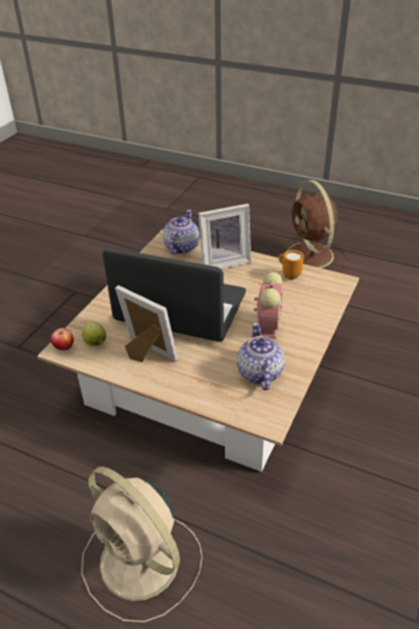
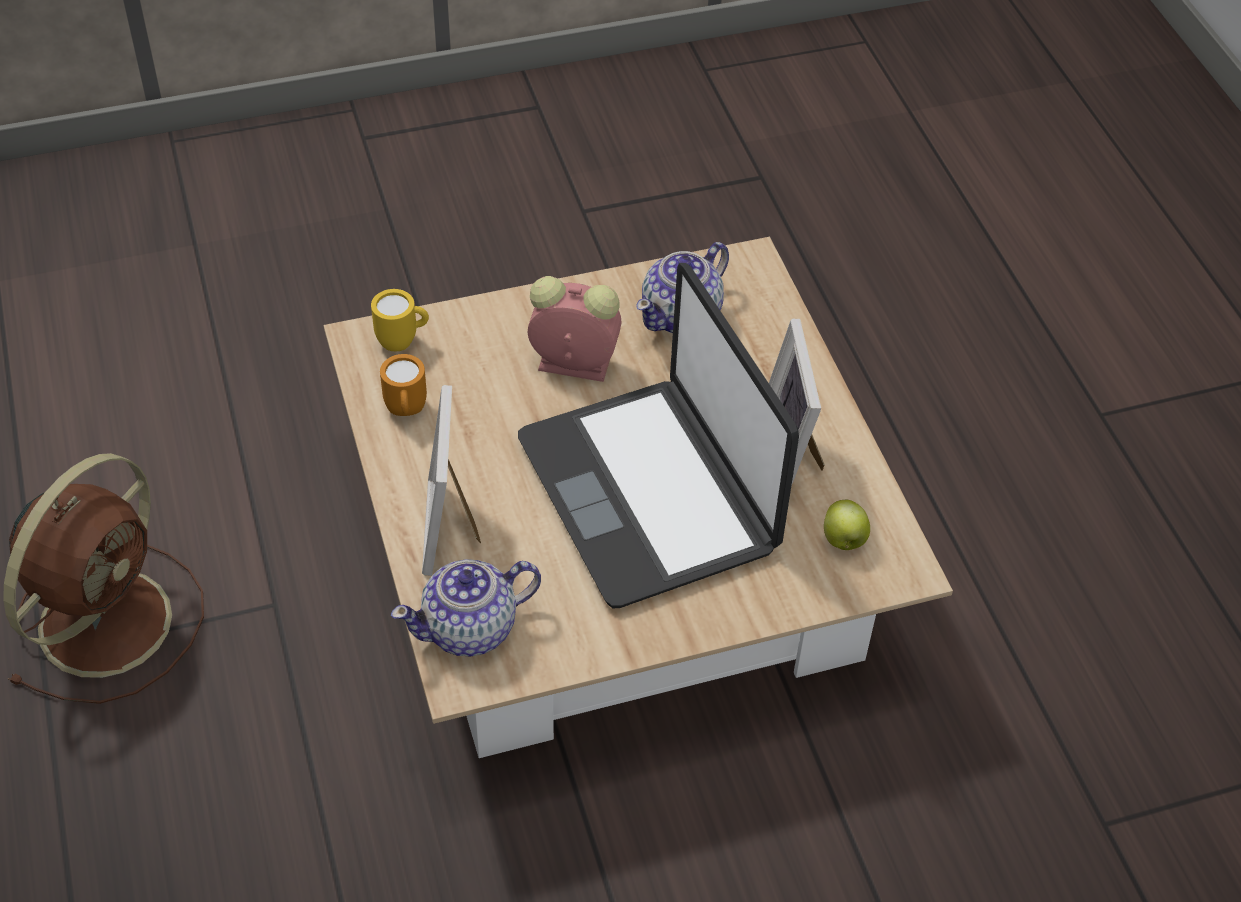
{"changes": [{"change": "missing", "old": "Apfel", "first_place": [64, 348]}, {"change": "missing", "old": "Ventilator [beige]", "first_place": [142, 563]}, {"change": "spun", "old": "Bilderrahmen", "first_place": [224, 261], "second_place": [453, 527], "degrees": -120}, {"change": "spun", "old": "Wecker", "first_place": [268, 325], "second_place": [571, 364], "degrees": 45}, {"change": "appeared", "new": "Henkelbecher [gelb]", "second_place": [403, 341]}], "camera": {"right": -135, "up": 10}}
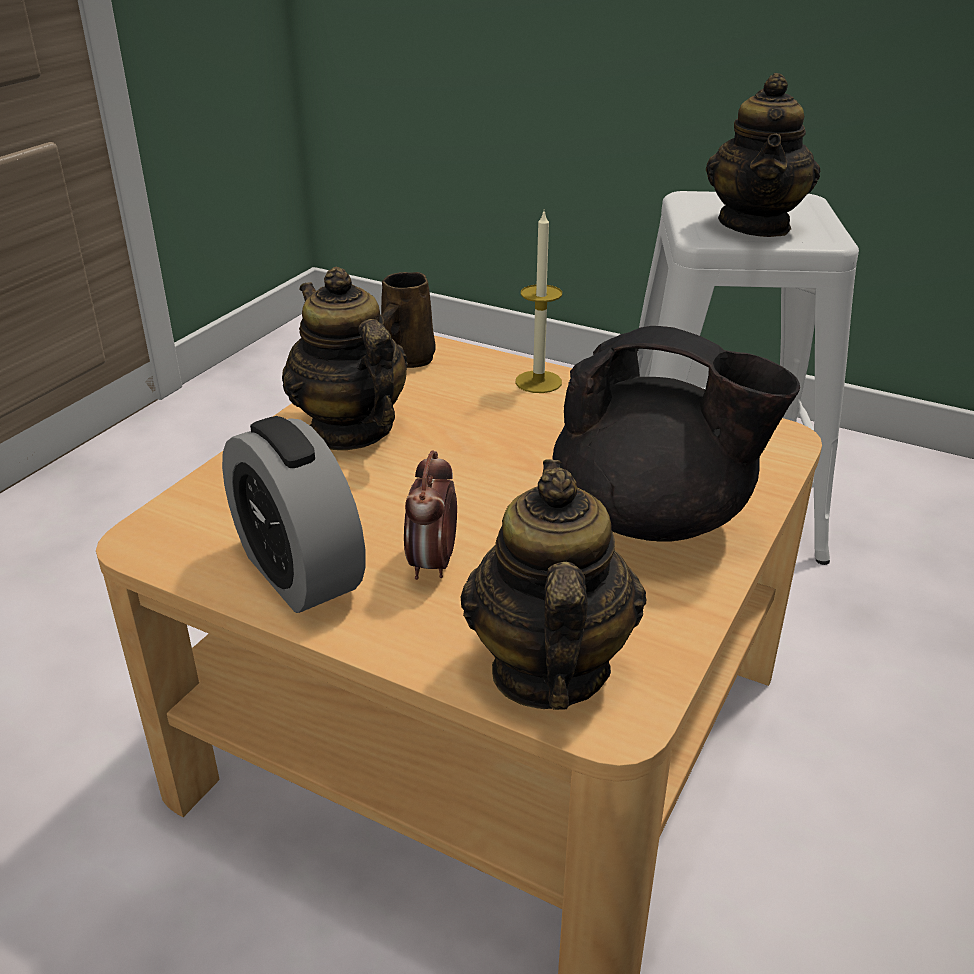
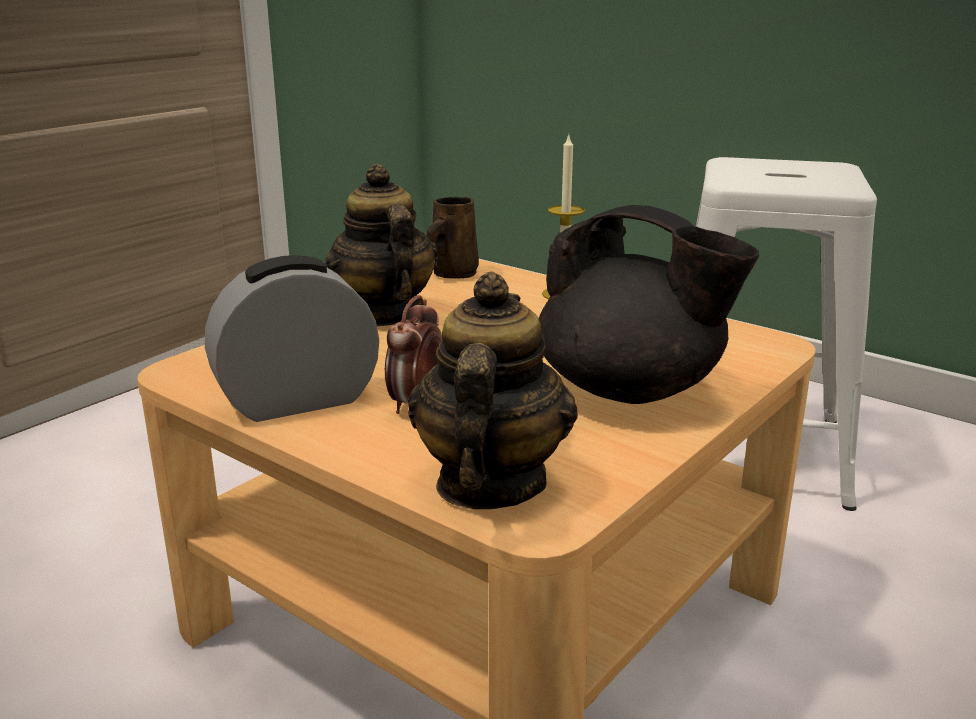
{"changes": [{"change": "spun", "old": "Wecker", "first_place": [299, 572], "second_place": [298, 401], "degrees": 90}, {"change": "missing", "old": "Teekanne", "first_place": [755, 225]}], "camera": {"right": 10, "up": -10}}
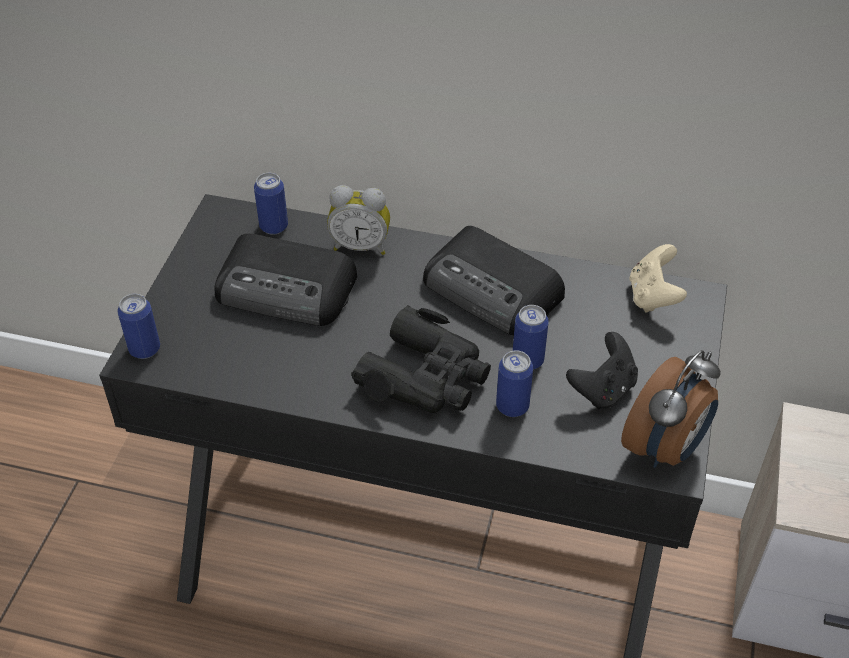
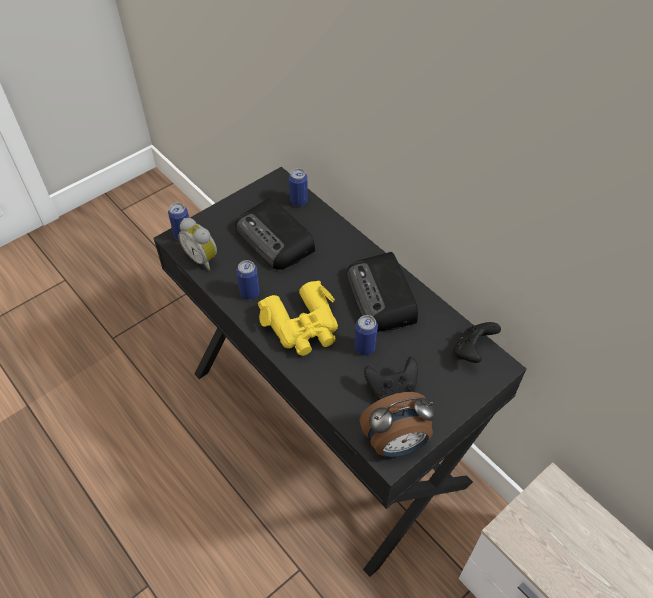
{"changes": [{"change": "relocated", "old": "Wecker", "first_place": [360, 245], "second_place": [203, 258]}, {"change": "colour", "old": "Fernglas [schwarz]", "new": "Fernglas [gelb]", "first_place": [426, 376], "second_place": [303, 326]}, {"change": "relocated", "old": "Dose", "first_place": [512, 406], "second_place": [250, 293]}, {"change": "colour", "old": "Gamepad [beige]", "new": "Gamepad [schwarz]", "first_place": [653, 296], "second_place": [472, 351]}], "camera": {"right": 35, "up": 5}}
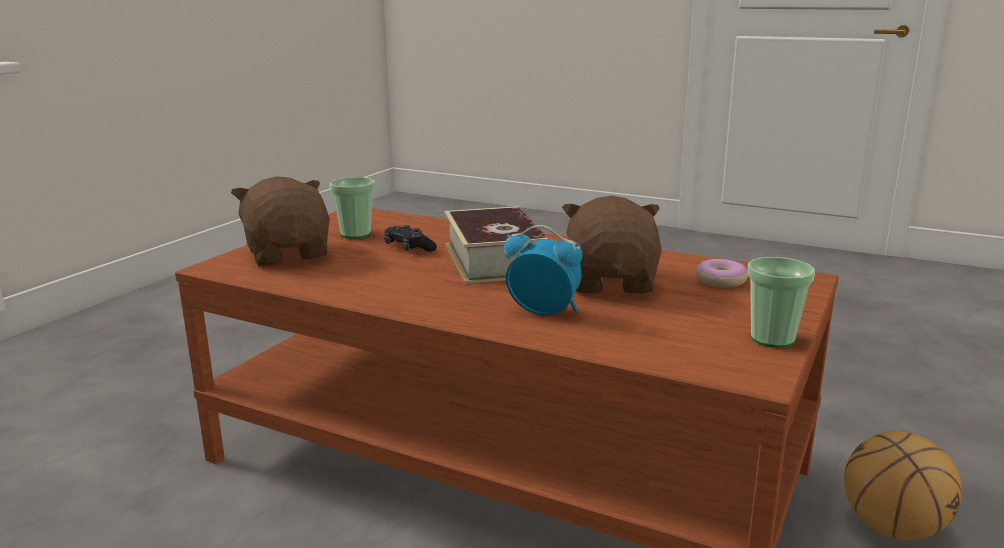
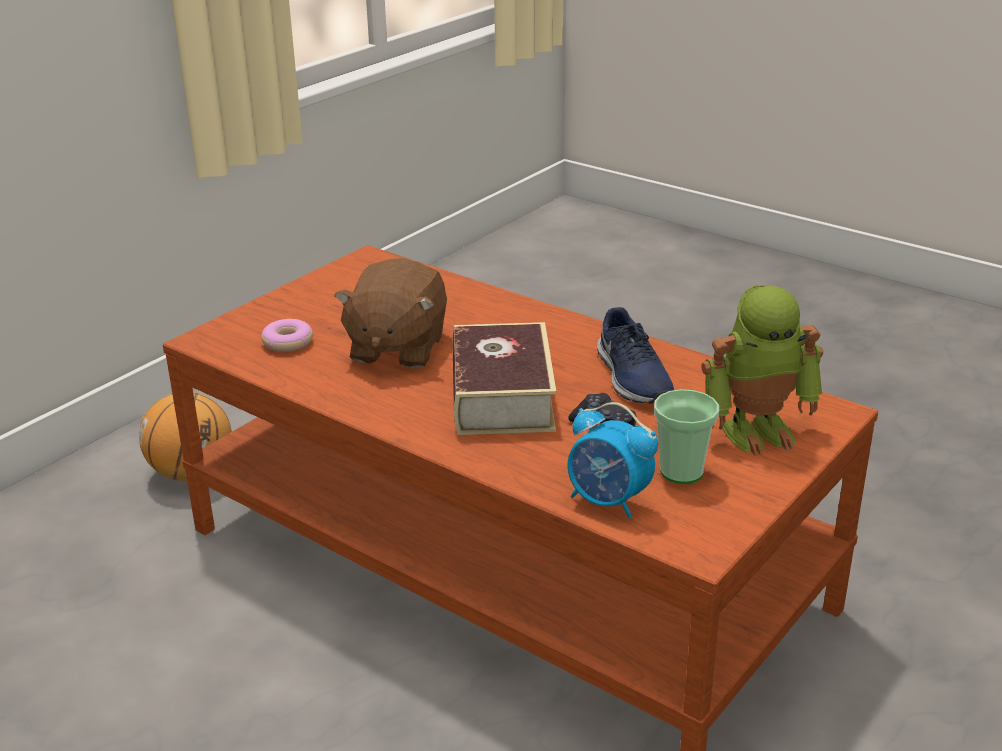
{"changes": [{"change": "exchanged", "old": "Plüschtier [braun]", "new": "Spielzeugroboter", "first_place": [288, 254], "second_place": [757, 430]}, {"change": "relocated", "old": "Wecker", "first_place": [544, 312], "second_place": [608, 501]}, {"change": "missing", "old": "Tasse", "first_place": [772, 339]}, {"change": "appeared", "new": "Schuh [blau]", "second_place": [632, 378]}], "camera": {"right": -170, "up": 10}}
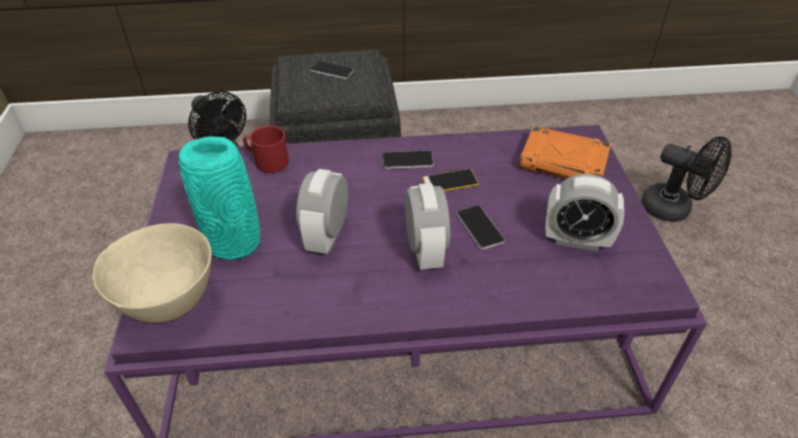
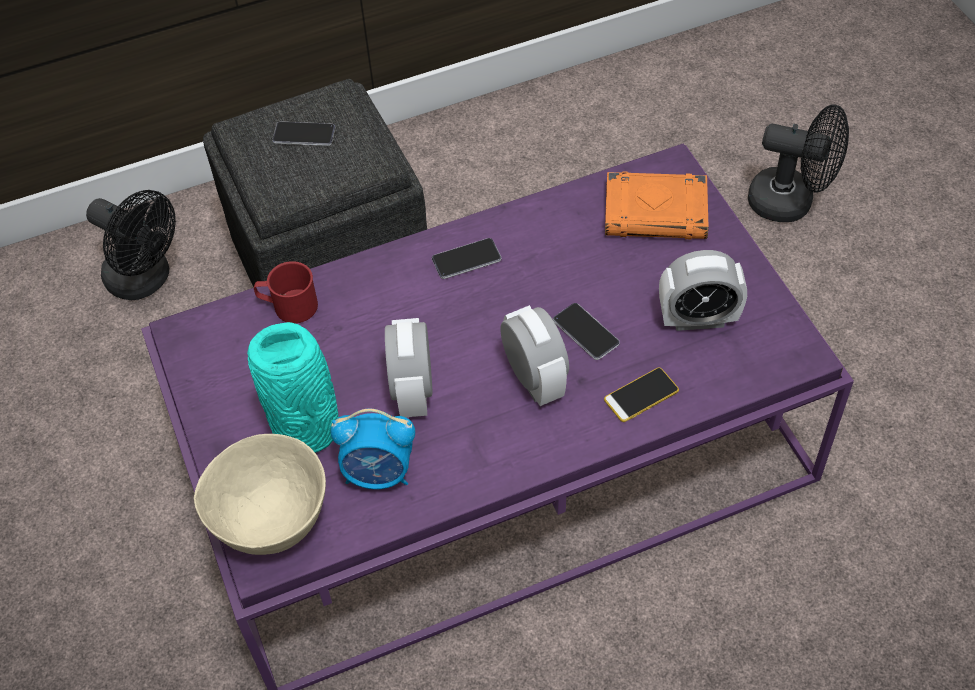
{"changes": [{"change": "relocated", "old": "Handy", "first_place": [450, 182], "second_place": [641, 395]}, {"change": "appeared", "new": "Wecker", "second_place": [379, 473]}], "camera": {"right": -15, "up": 10}}
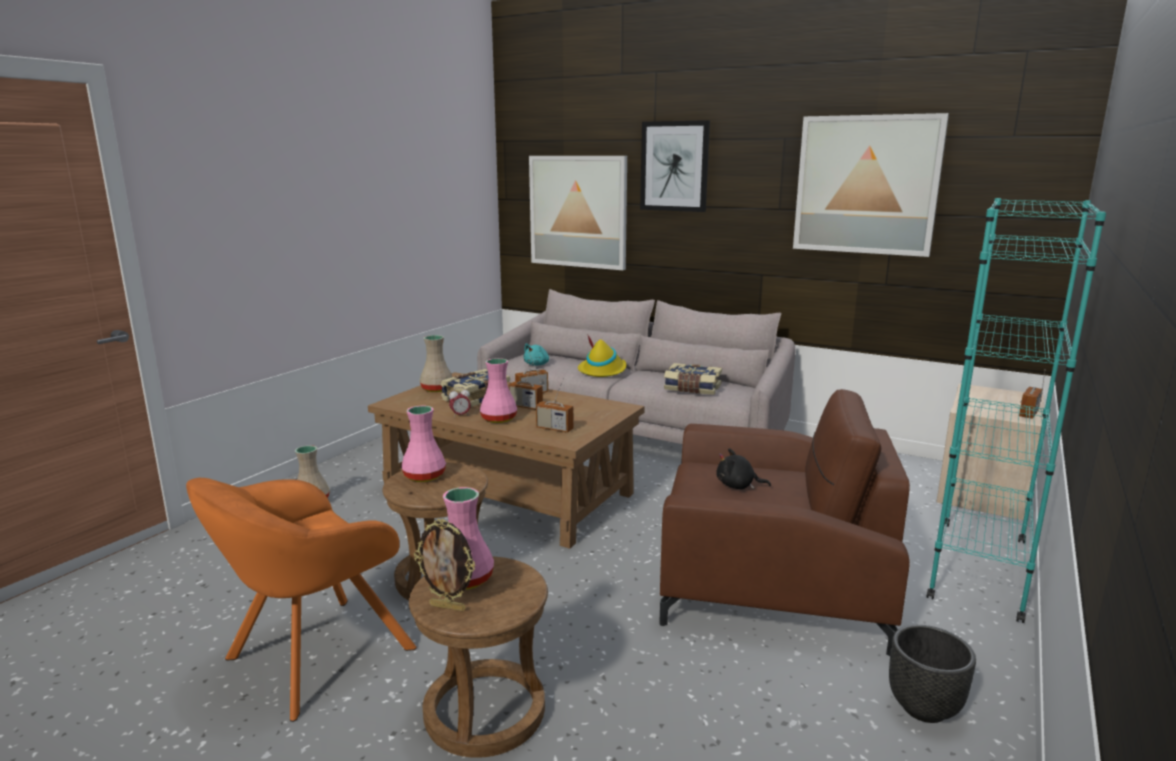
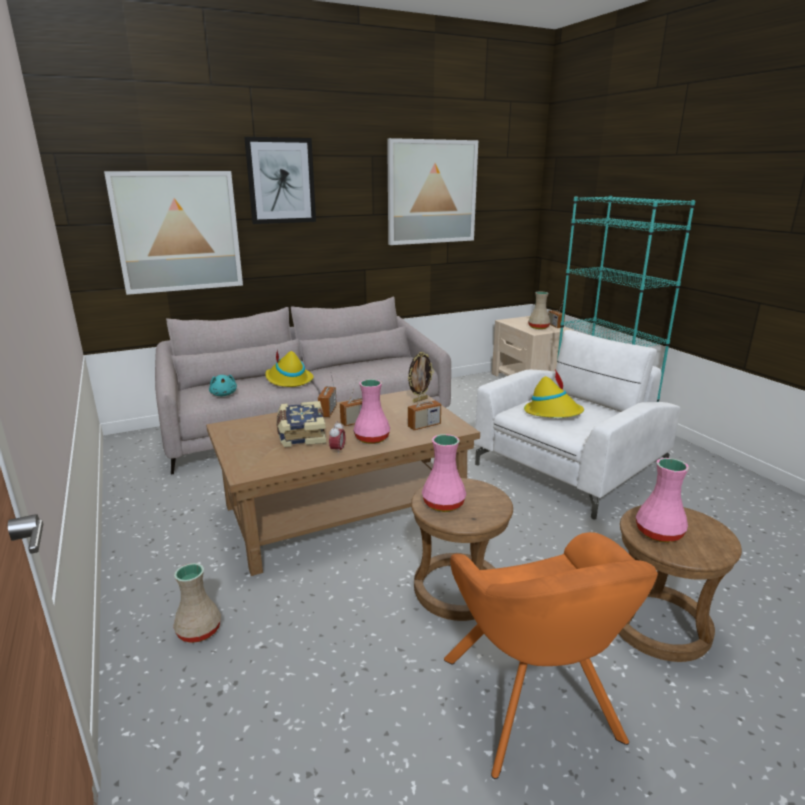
{"changes": [{"change": "relocated", "old": "Bilderrahmen", "first_place": [448, 607], "second_place": [419, 400]}, {"change": "relocated", "old": "Vase [beige]", "first_place": [436, 389], "second_place": [538, 328]}, {"change": "colour", "old": "Sessel [braun]", "new": "Sessel [weiß]", "first_place": [770, 579], "second_place": [569, 466]}, {"change": "missing", "old": "Buch", "first_place": [692, 388]}, {"change": "exchanged", "old": "Plüschtier [schwarz]", "new": "Hut [gelb]", "first_place": [738, 486], "second_place": [553, 413]}, {"change": "missing", "old": "Pflanzkübel [schwarz]", "first_place": [924, 709]}], "camera": {"right": -55, "up": 5}}
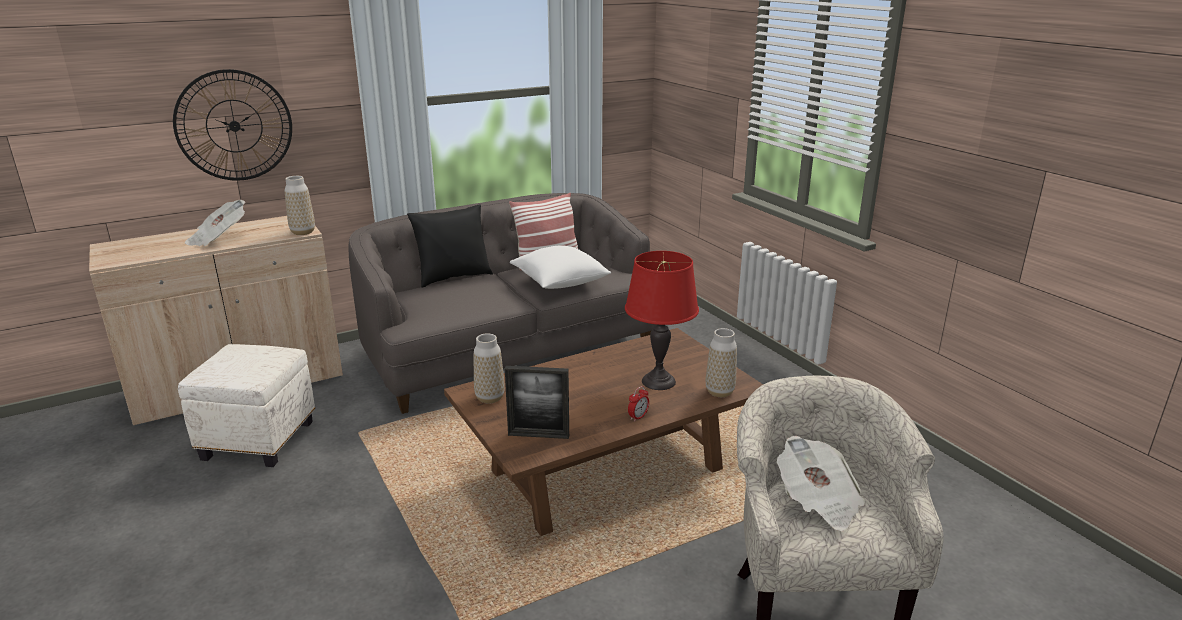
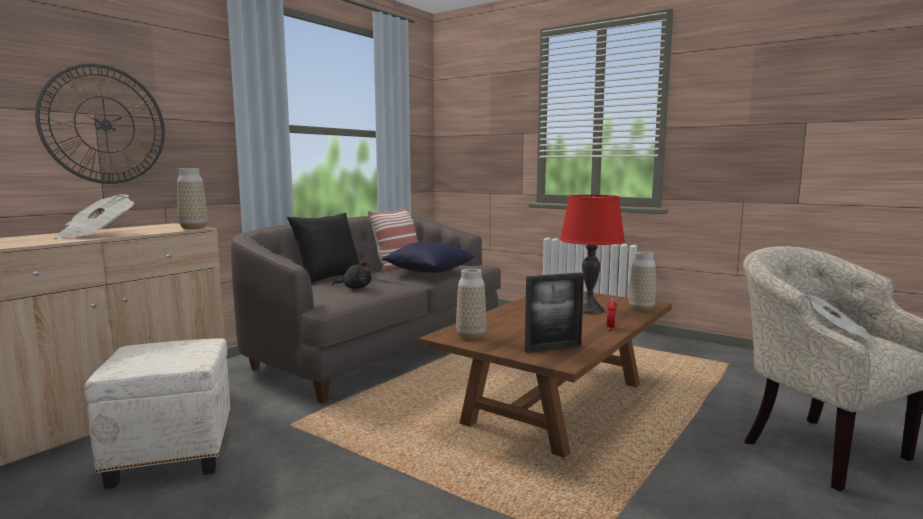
{"changes": [{"change": "colour", "old": "Kissen [weiß]", "new": "Kissen [blau]", "first_place": [560, 283], "second_place": [429, 272]}, {"change": "appeared", "new": "Plüschtier [schwarz]", "second_place": [355, 288]}], "camera": {"right": -25, "up": -15}}
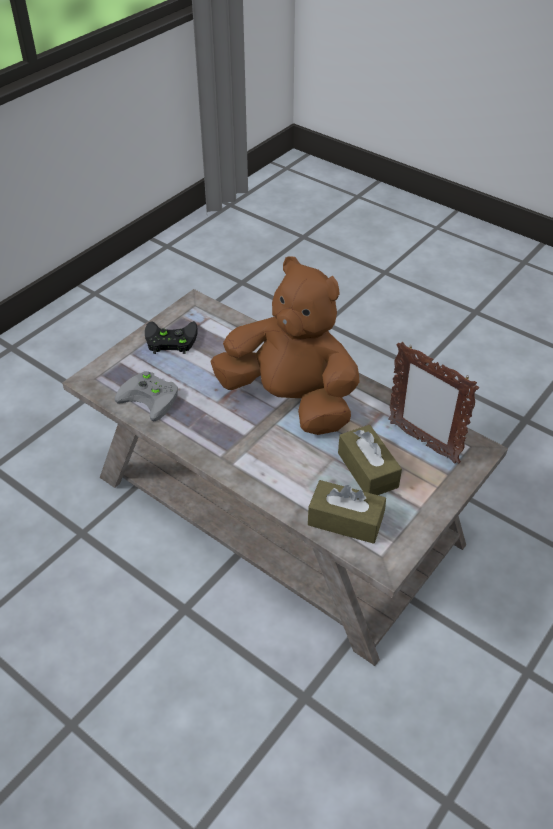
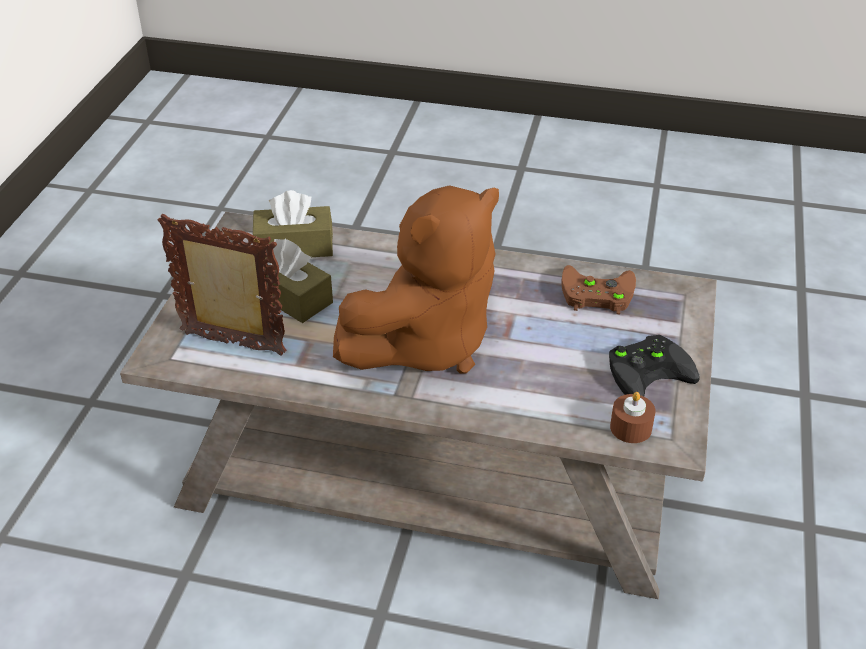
{"changes": [{"change": "colour", "old": "Gamepad [grau]", "new": "Gamepad [braun]", "first_place": [152, 398], "second_place": [594, 294]}, {"change": "spun", "old": "Plüschtier [braun]", "first_place": [290, 400], "second_place": [425, 343], "degrees": -45}, {"change": "appeared", "new": "Kerze [braun]", "second_place": [630, 428]}], "camera": {"right": 155, "up": -5}}
